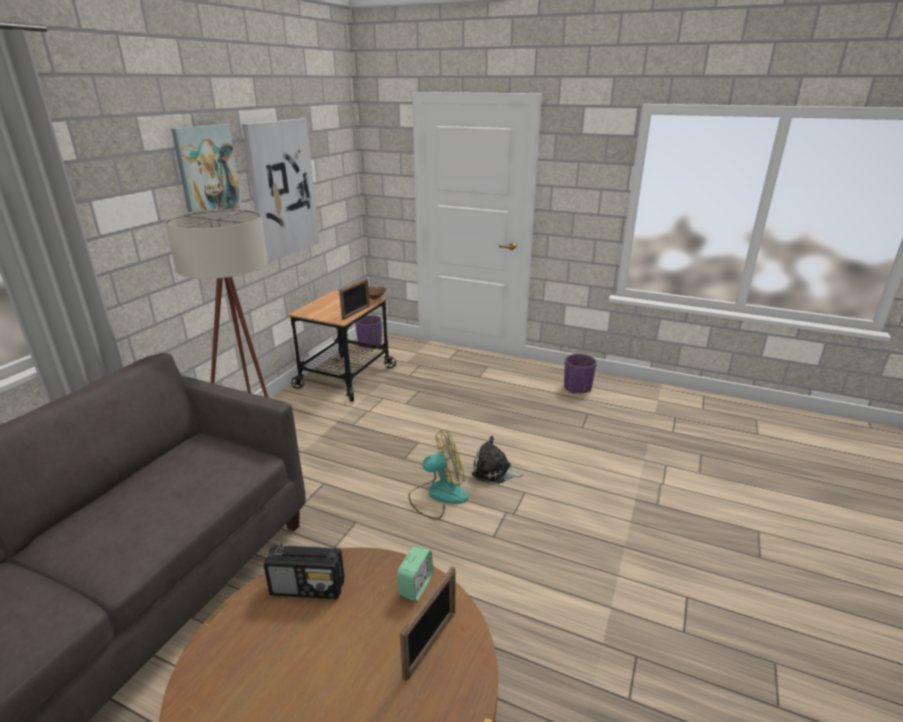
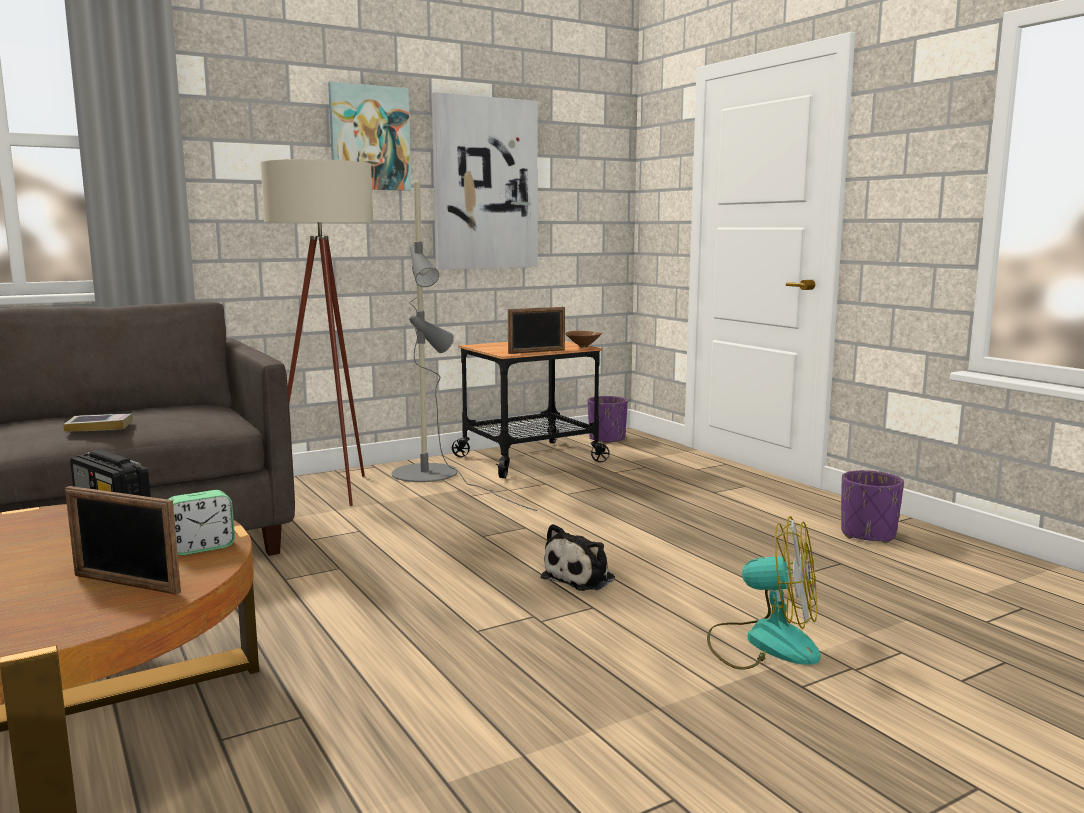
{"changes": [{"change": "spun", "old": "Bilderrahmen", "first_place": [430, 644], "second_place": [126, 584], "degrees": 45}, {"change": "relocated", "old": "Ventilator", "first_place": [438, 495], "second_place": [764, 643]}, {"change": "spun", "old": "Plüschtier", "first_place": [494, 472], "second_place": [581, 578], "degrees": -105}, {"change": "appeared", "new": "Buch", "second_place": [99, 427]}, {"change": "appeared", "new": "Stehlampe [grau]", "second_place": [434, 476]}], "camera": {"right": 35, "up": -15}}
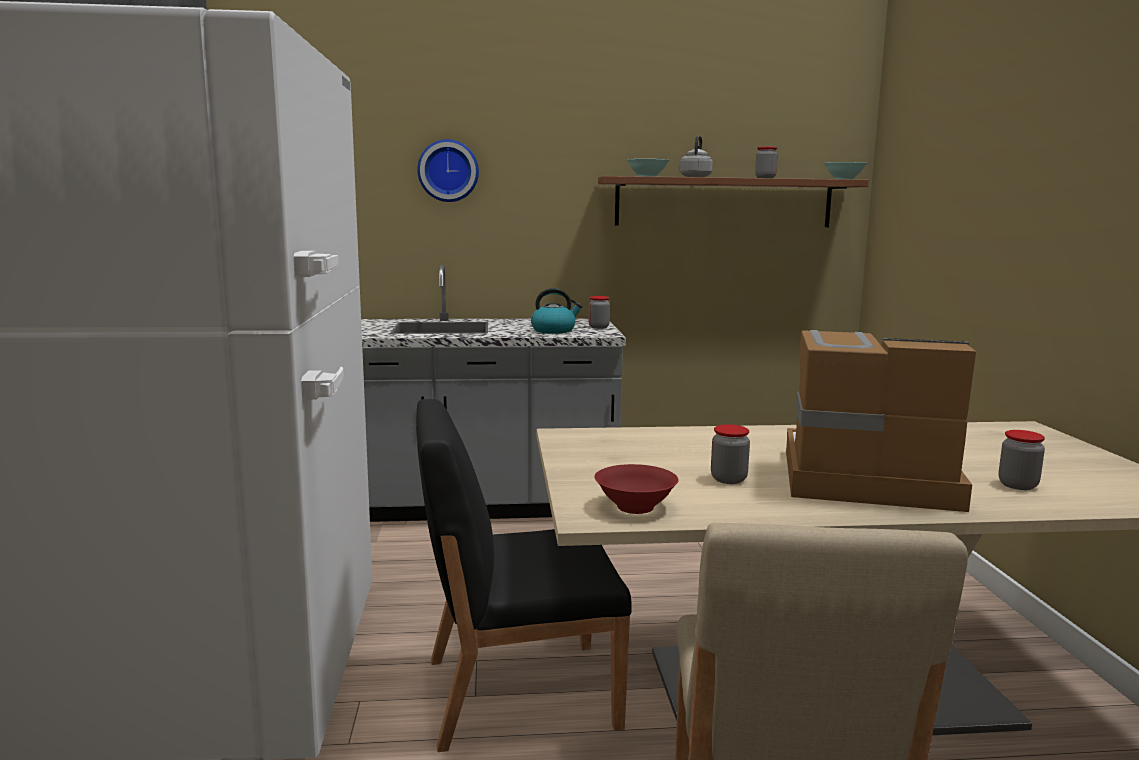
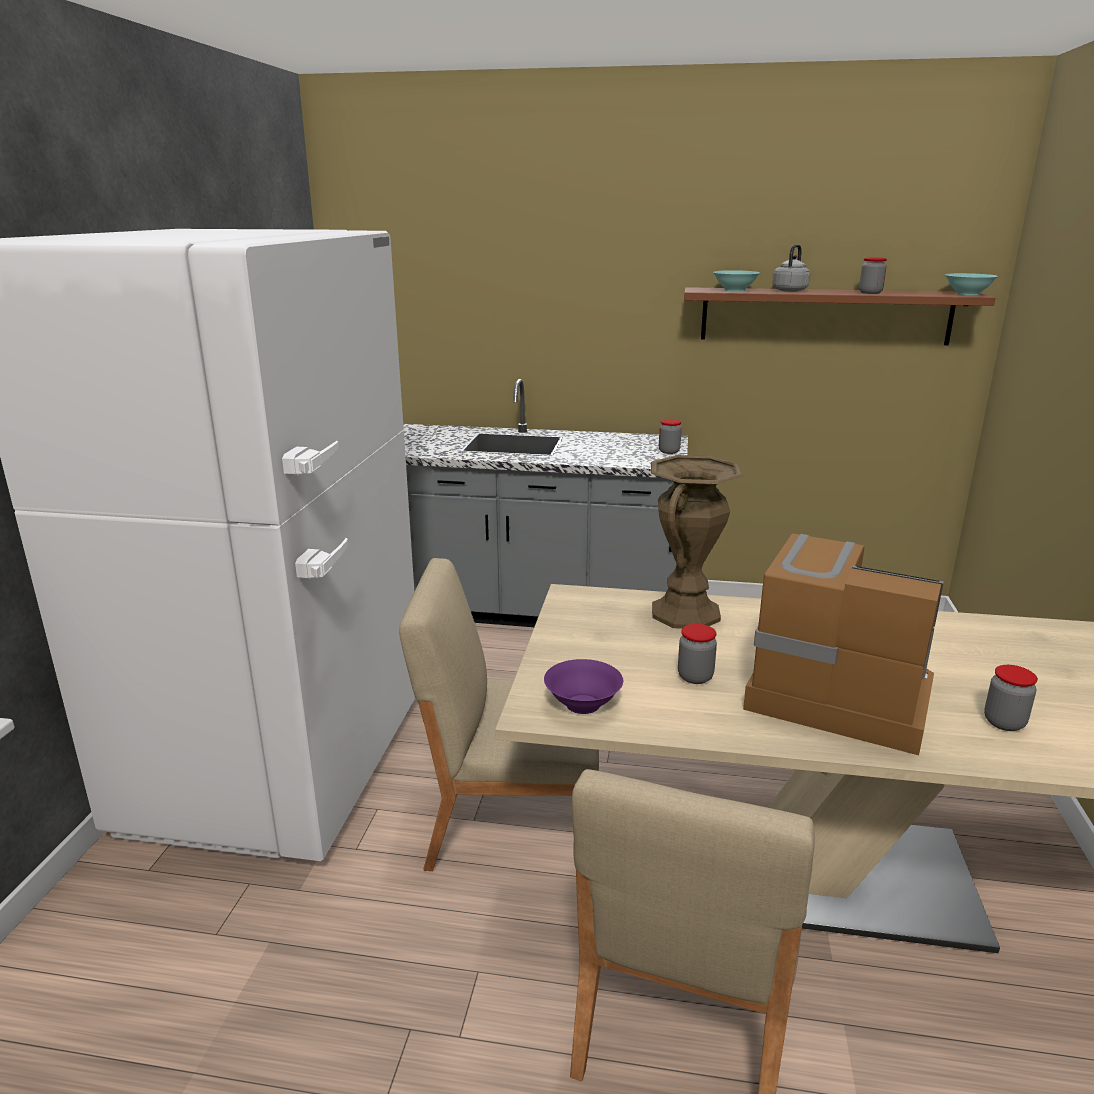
{"changes": [{"change": "colour", "old": "Stuhl [schwarz]", "new": "Stuhl [beige]", "first_place": [517, 692], "second_place": [510, 823]}, {"change": "missing", "old": "Wanduhr", "first_place": [448, 171]}, {"change": "missing", "old": "Wasserkessel", "first_place": [554, 330]}, {"change": "colour", "old": "Schüssel [rot]", "new": "Schüssel [lila]", "first_place": [634, 506], "second_place": [582, 704]}, {"change": "appeared", "new": "Vase [braun]", "second_place": [685, 613]}], "camera": {"right": 15, "up": 10}}
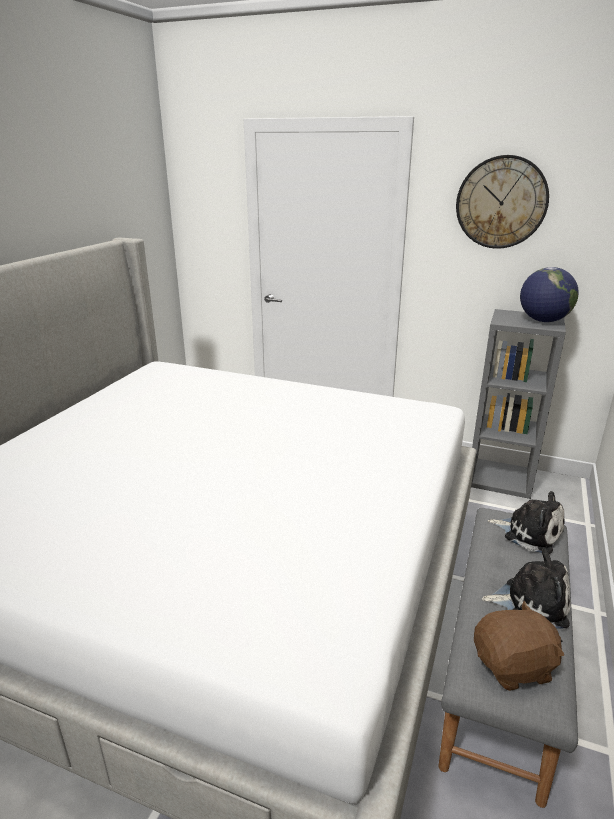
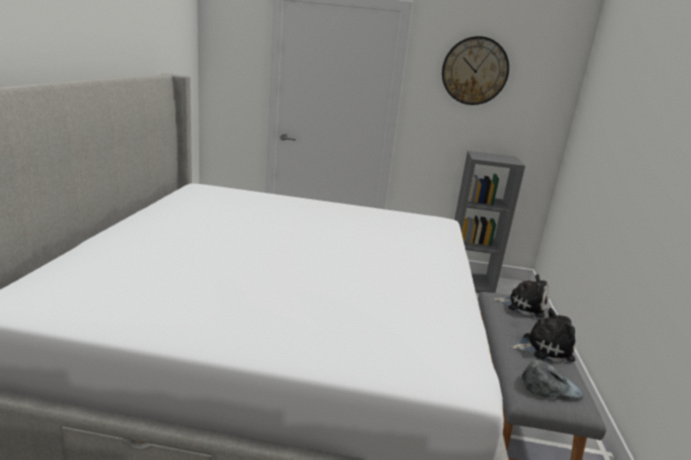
{"changes": [{"change": "exchanged", "old": "Plüschtier [braun]", "new": "Kappe [grau]", "first_place": [513, 666], "second_place": [550, 387]}, {"change": "missing", "old": "Globus", "first_place": [543, 321]}], "camera": {"right": -15, "up": -5}}
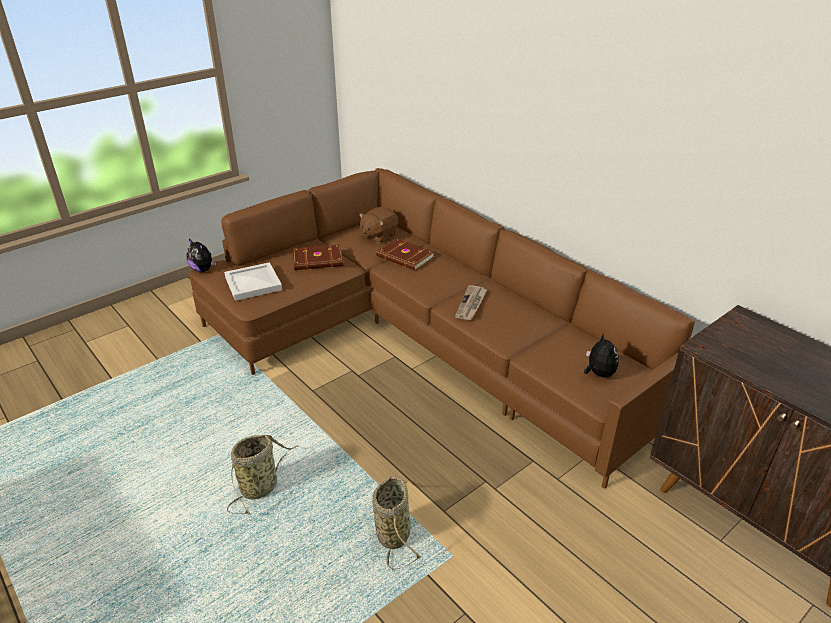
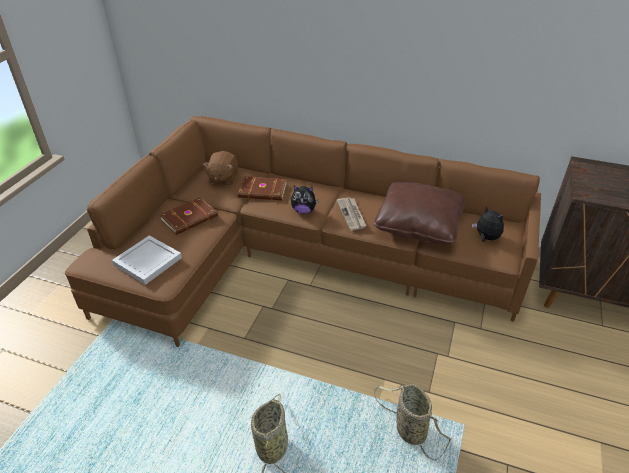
{"changes": [{"change": "relocated", "old": "Plüschtier", "first_place": [203, 270], "second_place": [303, 211]}, {"change": "appeared", "new": "Kissen [braun]", "second_place": [418, 224]}], "camera": {"right": -30, "up": 5}}
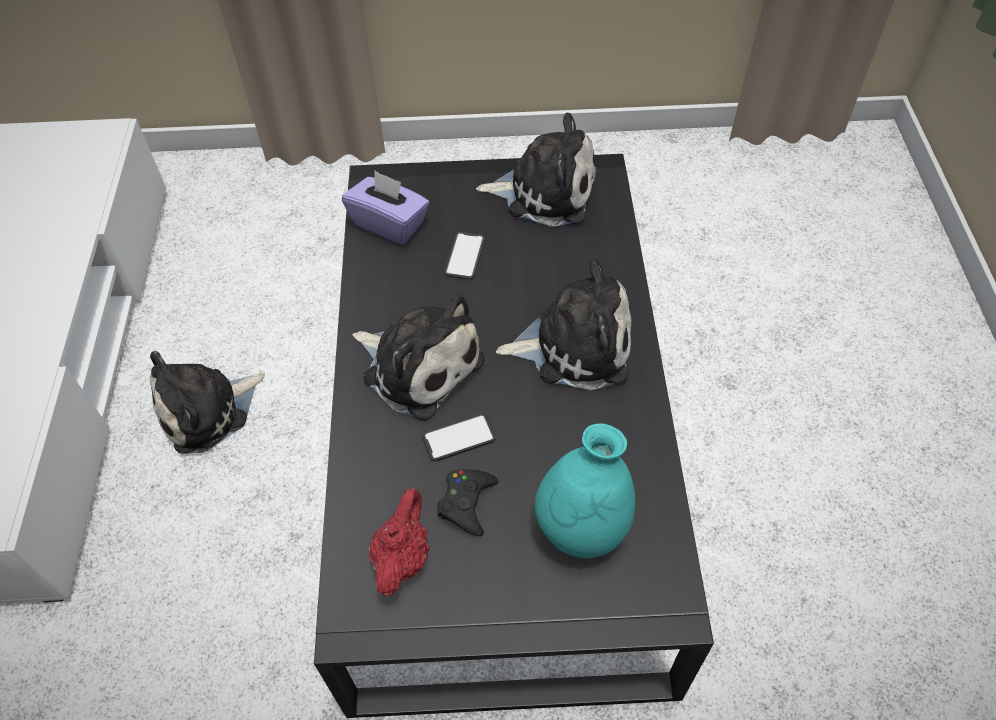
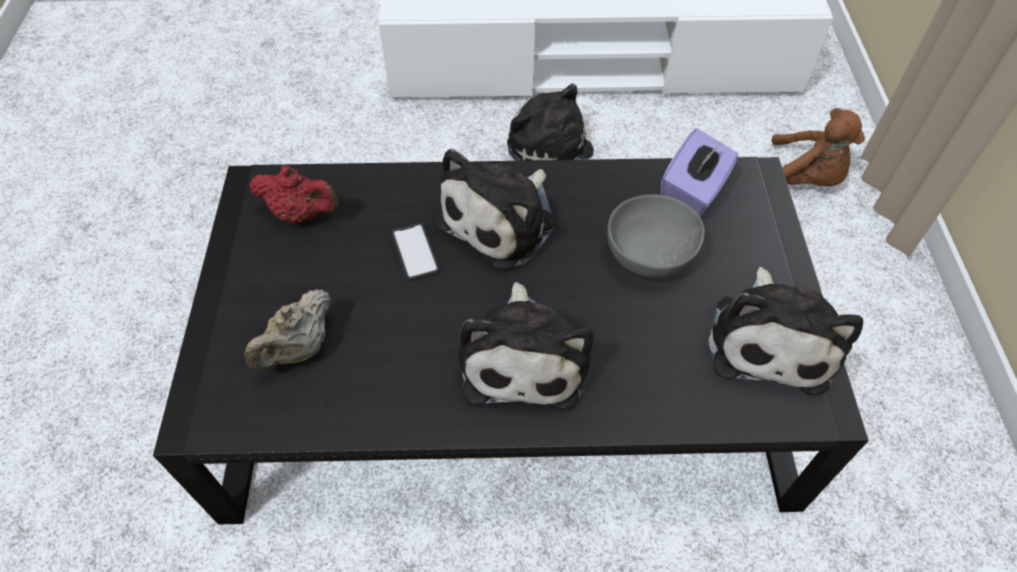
{"changes": [{"change": "missing", "old": "Gamepad [schwarz]", "first_place": [467, 503]}, {"change": "exchanged", "old": "Handy", "new": "Schüssel [grau]", "first_place": [465, 256], "second_place": [651, 257]}, {"change": "exchanged", "old": "Vase [türkis]", "new": "Teekanne [beige]", "first_place": [582, 528], "second_place": [299, 349]}, {"change": "appeared", "new": "Plüschtier [braun]", "second_place": [801, 179]}], "camera": {"right": 90, "up": 0}}
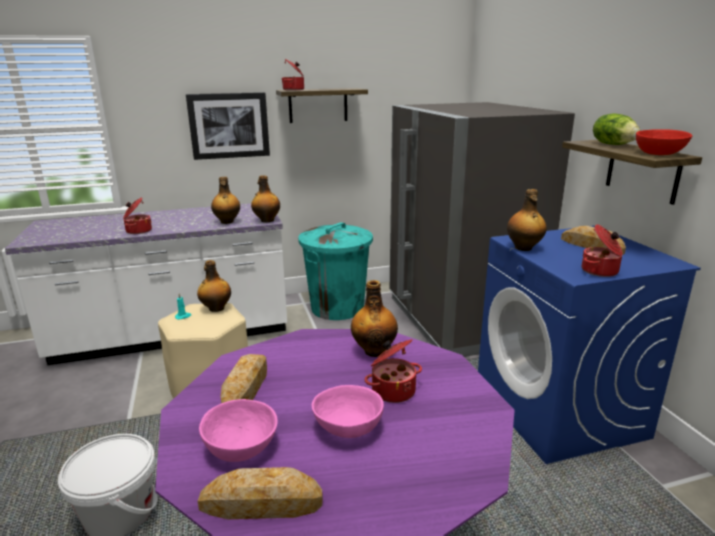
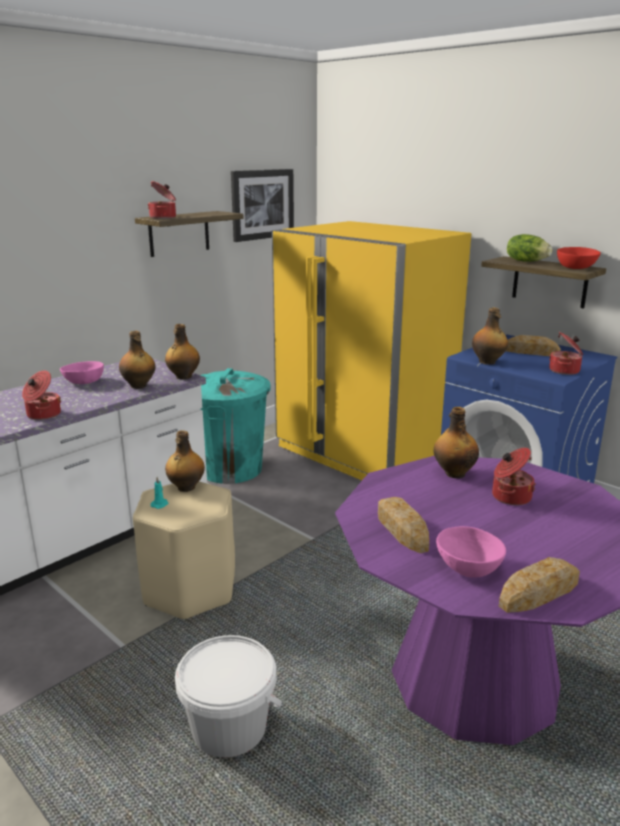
{"changes": [{"change": "relocated", "old": "Bild", "first_place": [229, 125], "second_place": [262, 204]}, {"change": "relocated", "old": "Schüssel [rosa]", "first_place": [349, 428], "second_place": [84, 382]}, {"change": "colour", "old": "Kühlschrank [grau]", "new": "Kühlschrank [gelb]", "first_place": [458, 320], "second_place": [362, 452]}], "camera": {"right": -30, "up": 0}}
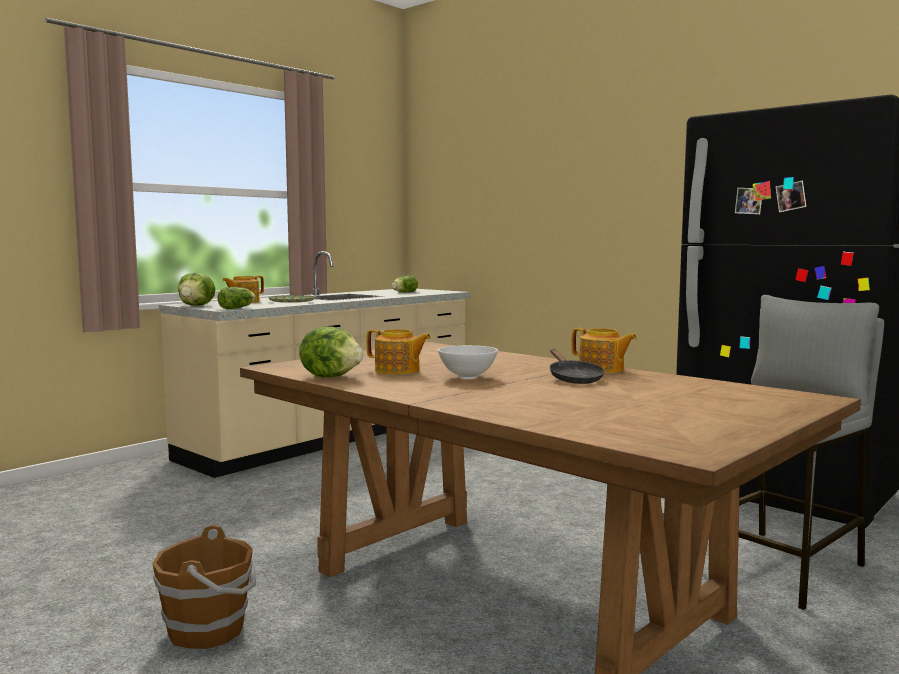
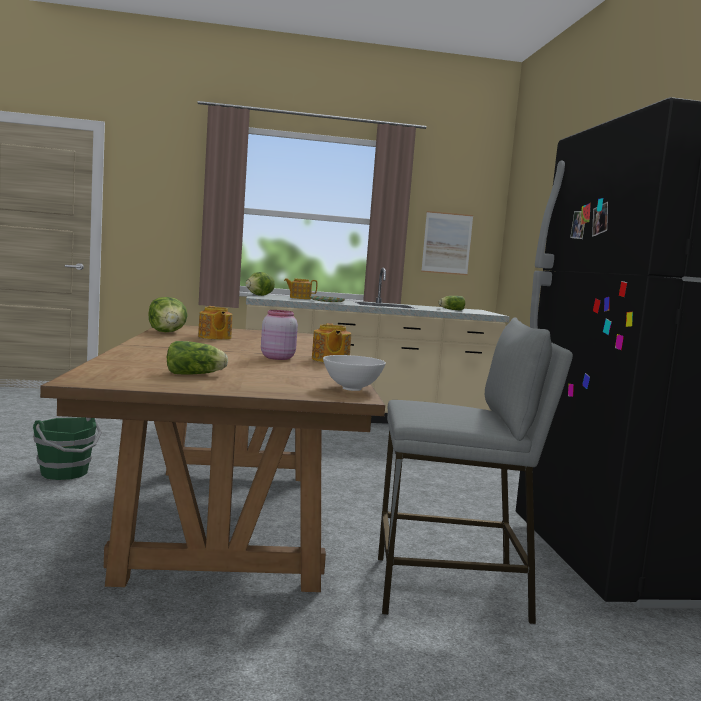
{"changes": [{"change": "colour", "old": "Eimer [braun]", "new": "Eimer [grün]", "first_place": [209, 630], "second_place": [65, 473]}, {"change": "relocated", "old": "Salatkopf", "first_place": [238, 308], "second_place": [196, 374]}, {"change": "relocated", "old": "Schüssel [weiß]", "first_place": [467, 377], "second_place": [352, 388]}, {"change": "exchanged", "old": "Pfanne [schwarz]", "new": "Vorratsglas [rosa]", "first_place": [573, 378], "second_place": [277, 358]}, {"change": "appeared", "new": "Bild", "second_place": [447, 243]}], "camera": {"right": 40, "up": 0}}
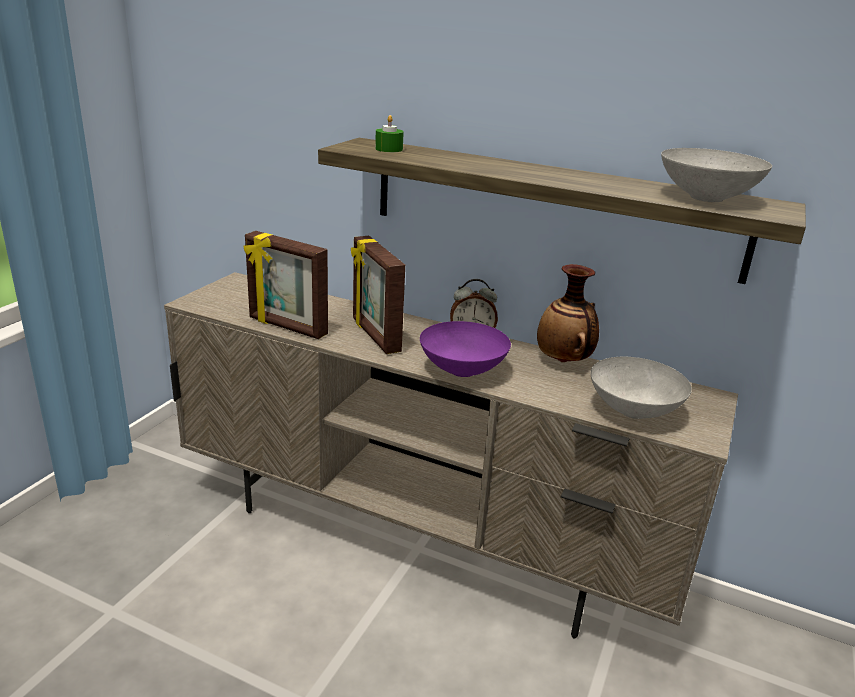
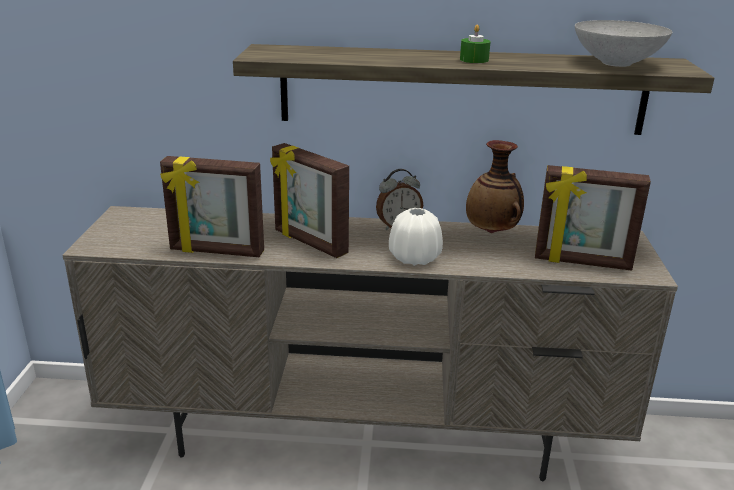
{"changes": [{"change": "relocated", "old": "Kerze [grün]", "first_place": [389, 149], "second_place": [474, 60]}, {"change": "exchanged", "old": "Schüssel [lila]", "new": "Vase [weiß]", "first_place": [461, 369], "second_place": [414, 258]}, {"change": "exchanged", "old": "Schüssel [grau]", "new": "Bilderrahmen", "first_place": [635, 411], "second_place": [582, 263]}], "camera": {"right": -20, "up": 0}}
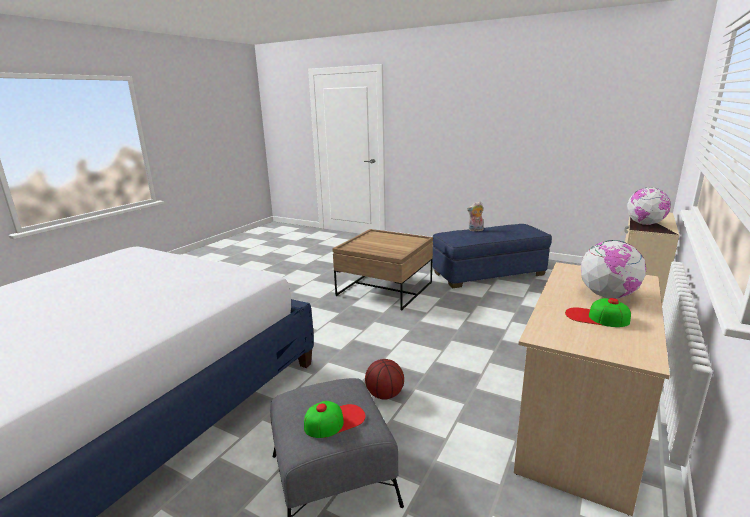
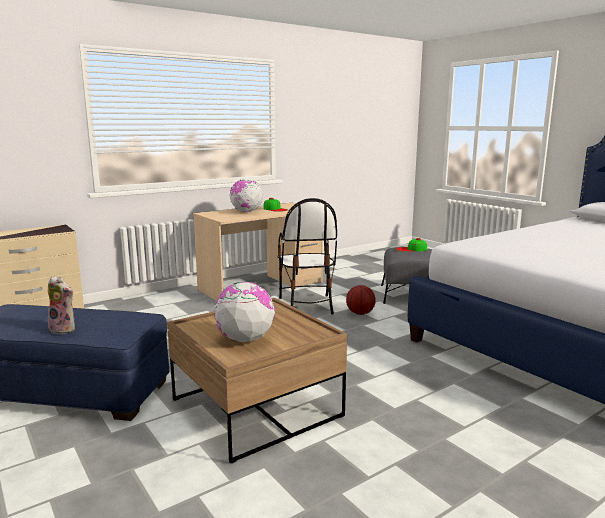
{"changes": [{"change": "relocated", "old": "Globus", "first_place": [645, 224], "second_place": [245, 339]}, {"change": "appeared", "new": "Stuhl", "second_place": [306, 305]}], "camera": {"right": -155, "up": -5}}
